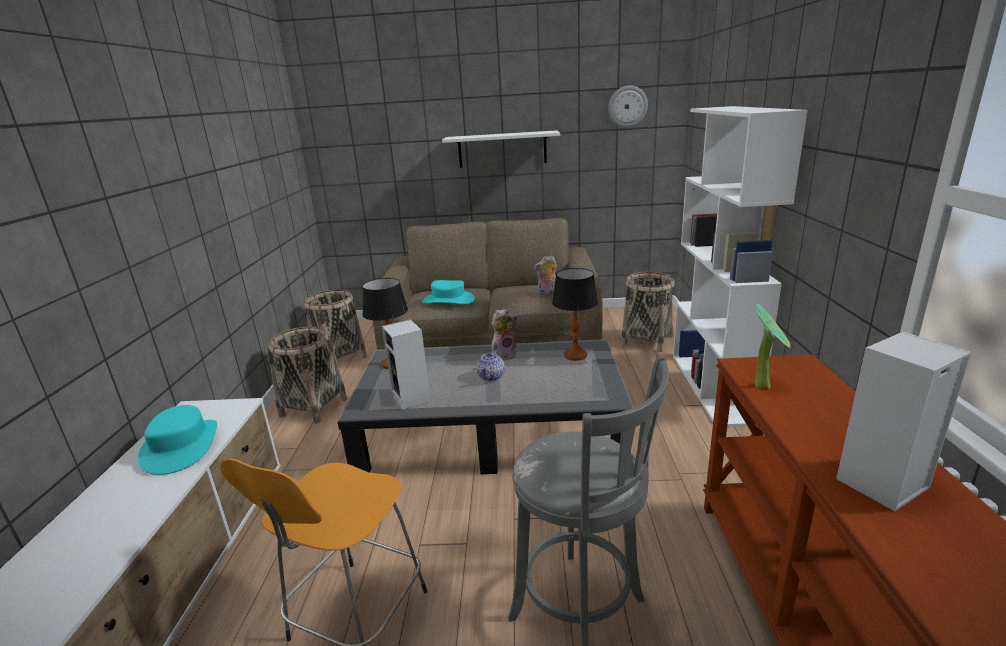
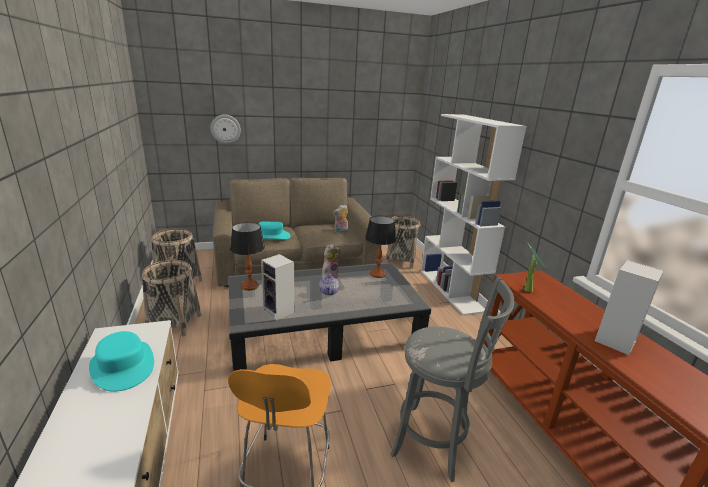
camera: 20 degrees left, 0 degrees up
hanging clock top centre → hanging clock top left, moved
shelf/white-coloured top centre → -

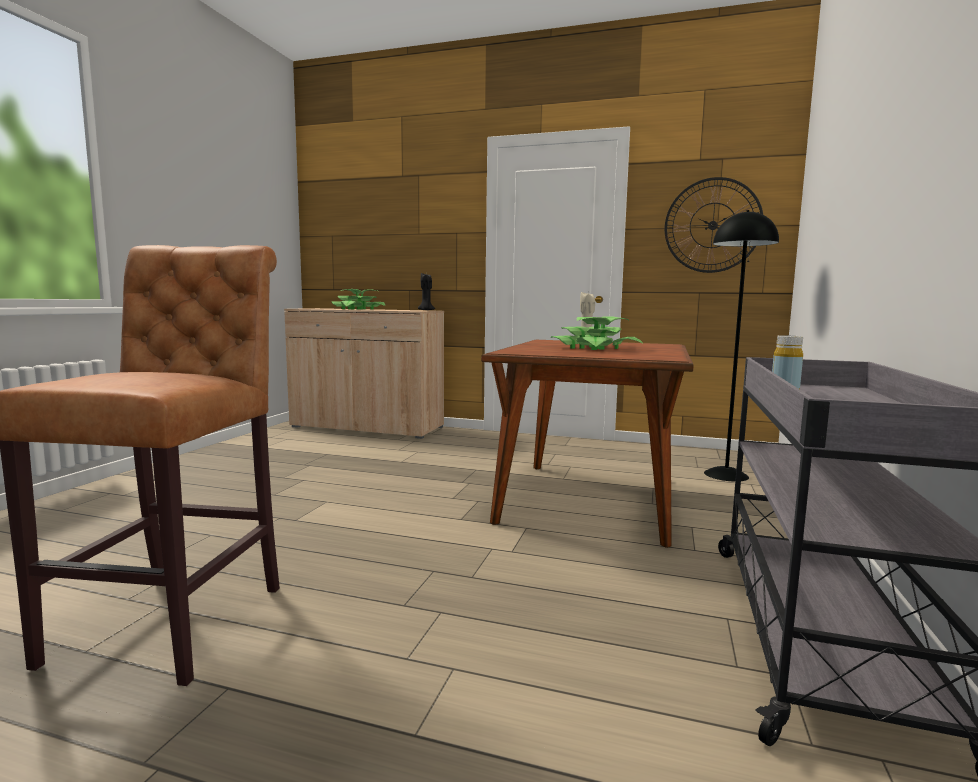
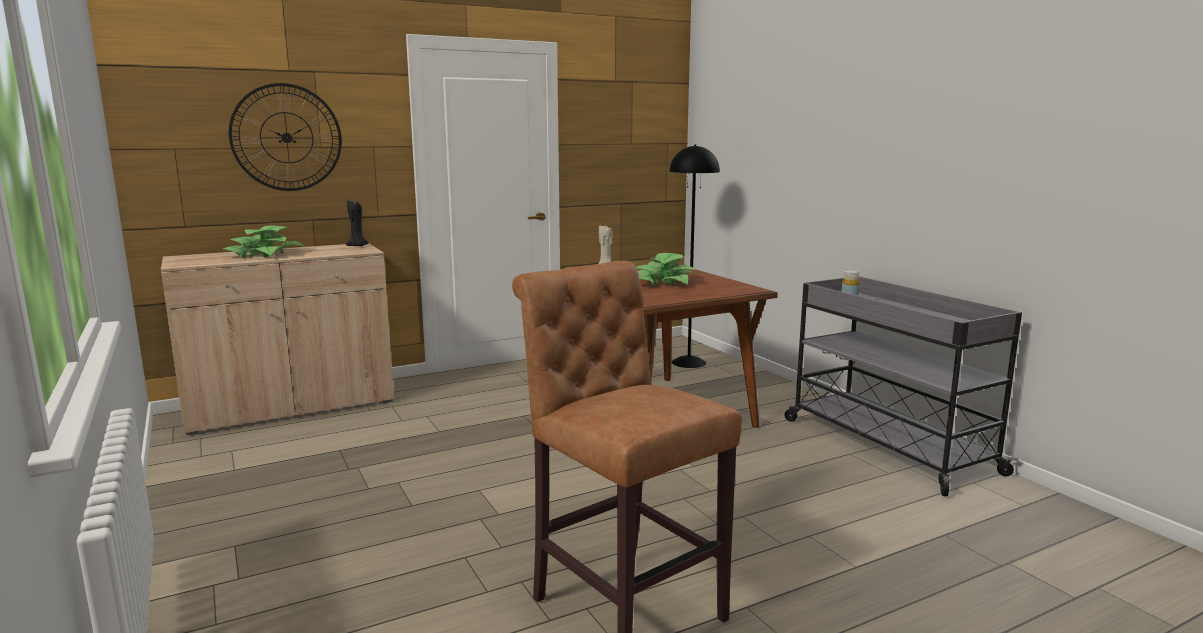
camera: 45 degrees left, 5 degrees up
hanging clock top right → hanging clock top left, moved

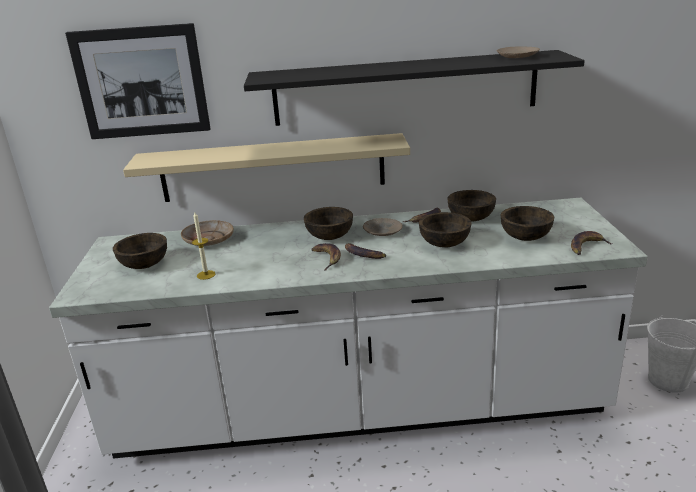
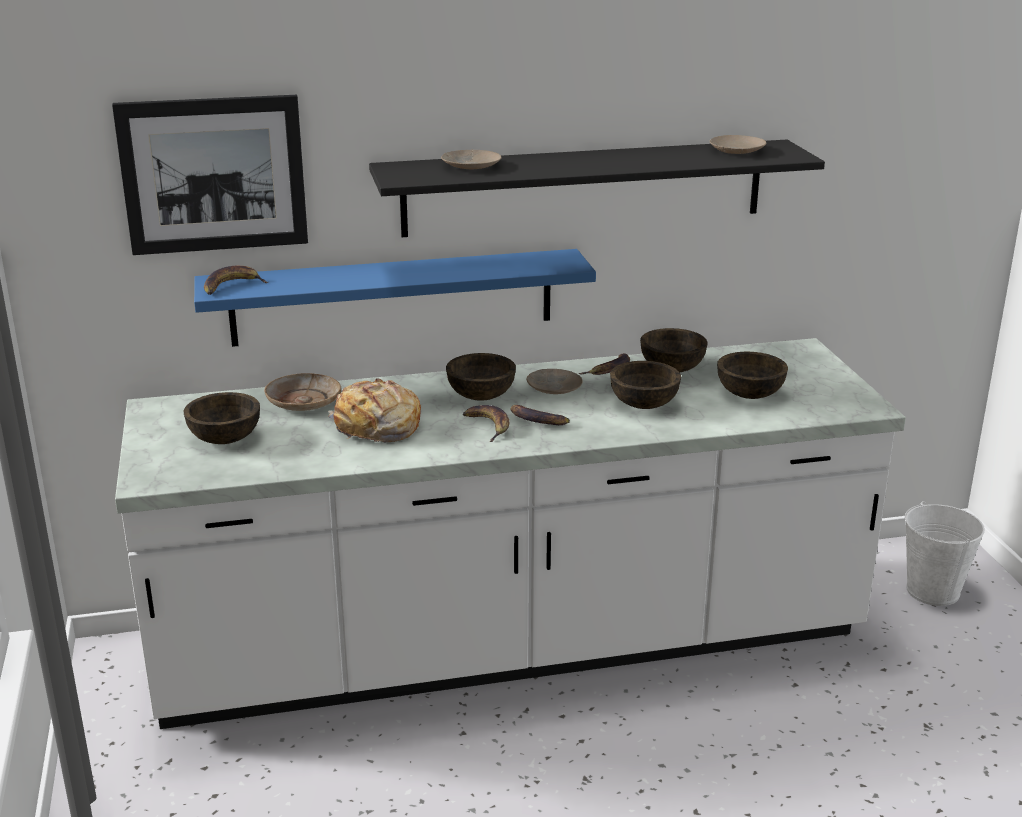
camera: 10 degrees left, 0 degrees up
shelf/beige centre → shelf/bluish centre
wax candle middle left → -
banana (4th from left in the first image) middle right → banana (1st from left) middle left, moved
- → dinner plate/beige (2nd from left) top centre
- → bread centre

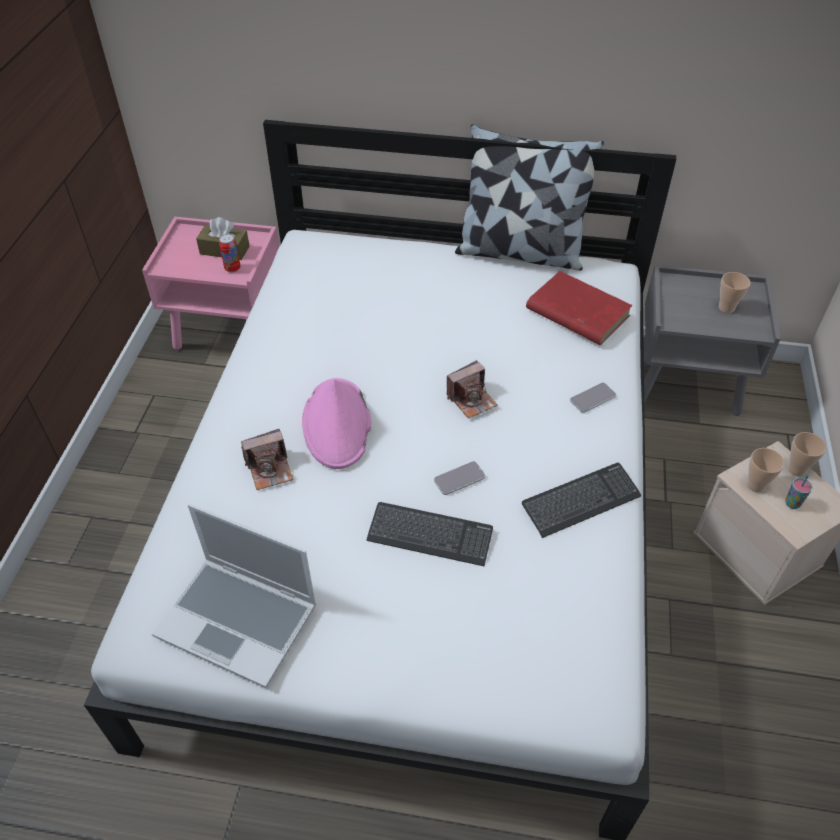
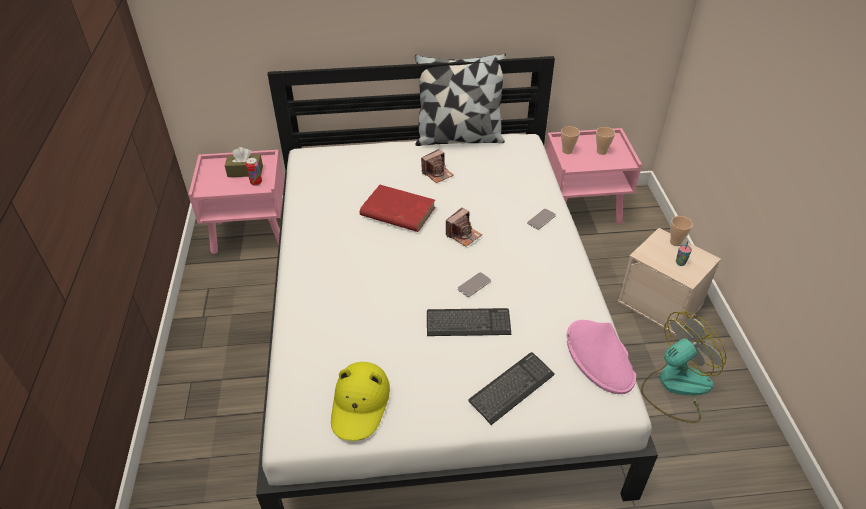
camera: 15 degrees left, 5 degrees down
nightstand/grey middle right → nightstand/pink (2nd from left) middle right
bound book/reddish middle right → bound book/reddish centre, moved
clothing hat/pink centre → clothing hat/pink bottom right, moved
still camera (1st from left) middle left → still camera (1st from left) top centre, moved
small cup (2nd from left in the first image) middle right → small cup (1st from left) top centre, moved
keyboard (2nd from left) middle right → keyboard (2nd from left) bottom centre, moved
laptop bottom left → clothing hat/yellow-coloured bottom centre
- → fan bottom right

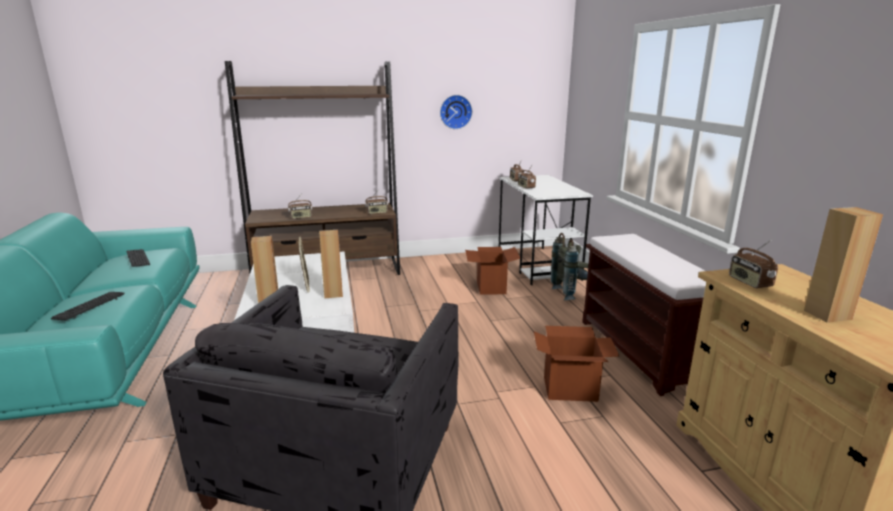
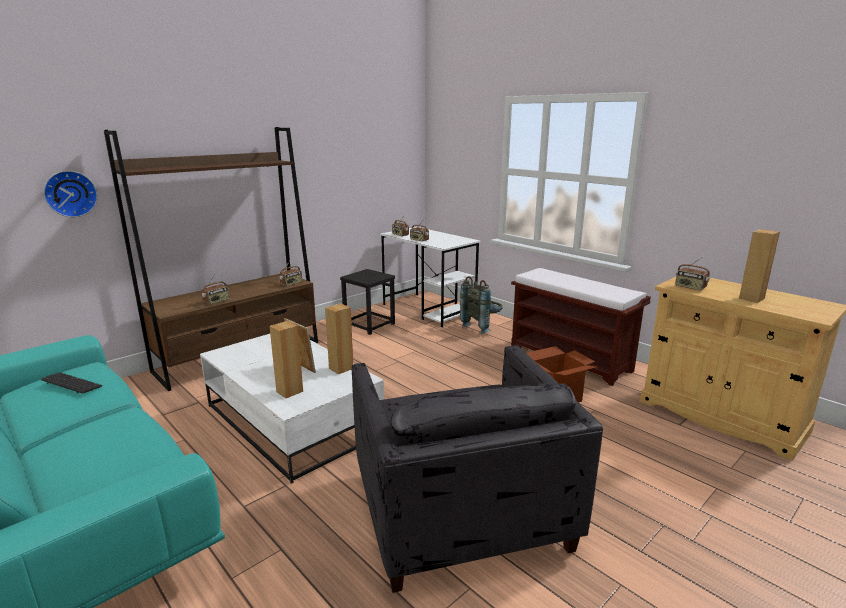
camera: 30 degrees left, 0 degrees up
hanging clock top centre → hanging clock top left, moved
carton (1st from left) centre → -
keyboard (1st from left) middle left → -
- → sitting stool/black-coloured centre

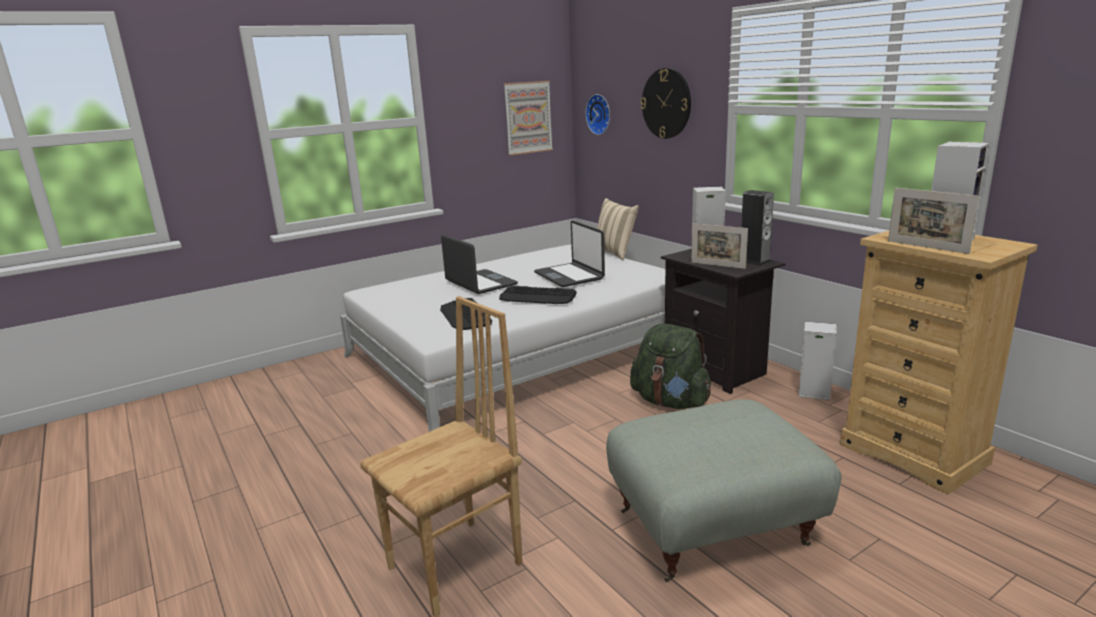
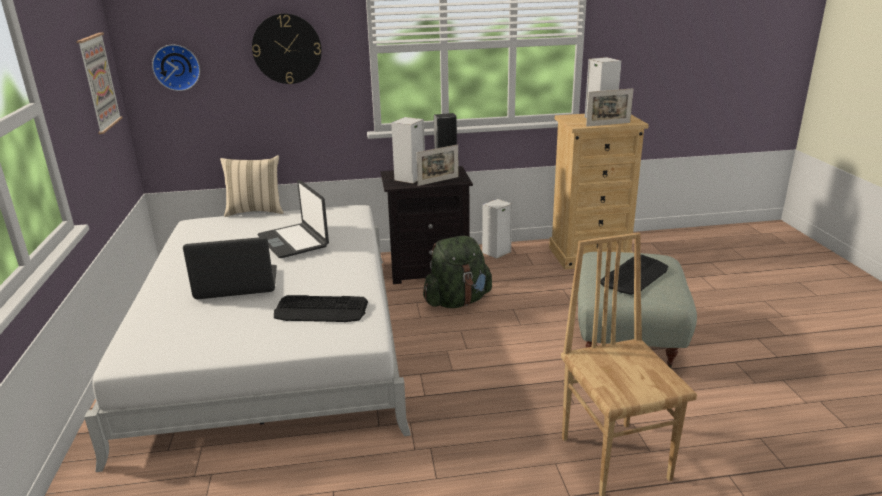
camera: 65 degrees left, 5 degrees up
laptop (2nd from left) centre → laptop (2nd from left) middle left, 60 degrees clockwise
keyboard (2nd from left) centre → keyboard (2nd from left) middle right, moved

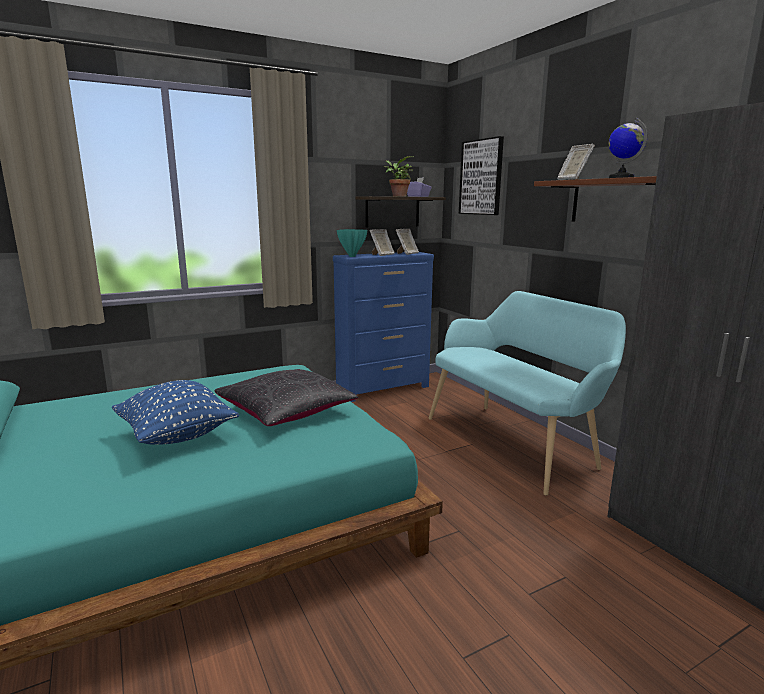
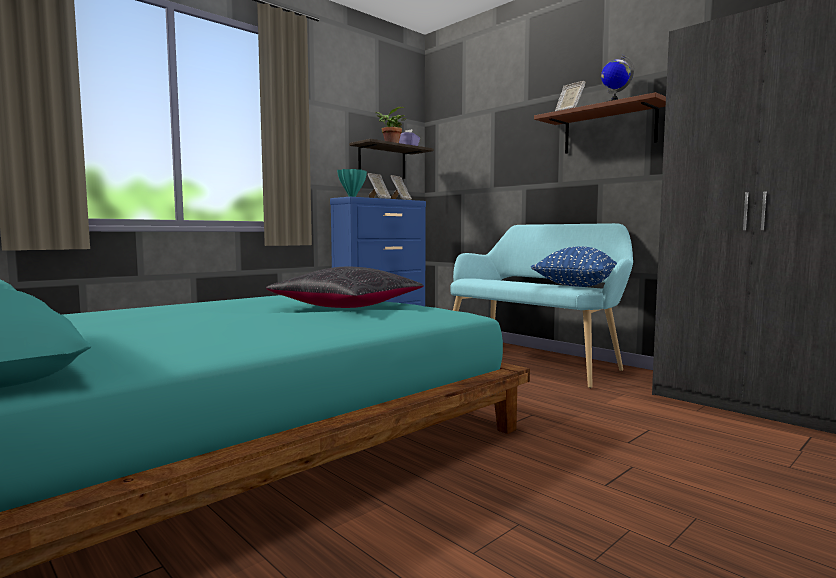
camera: 15 degrees left, 10 degrees down
picture top centre → -
cushion/bluish middle left → cushion/bluish middle right, moved

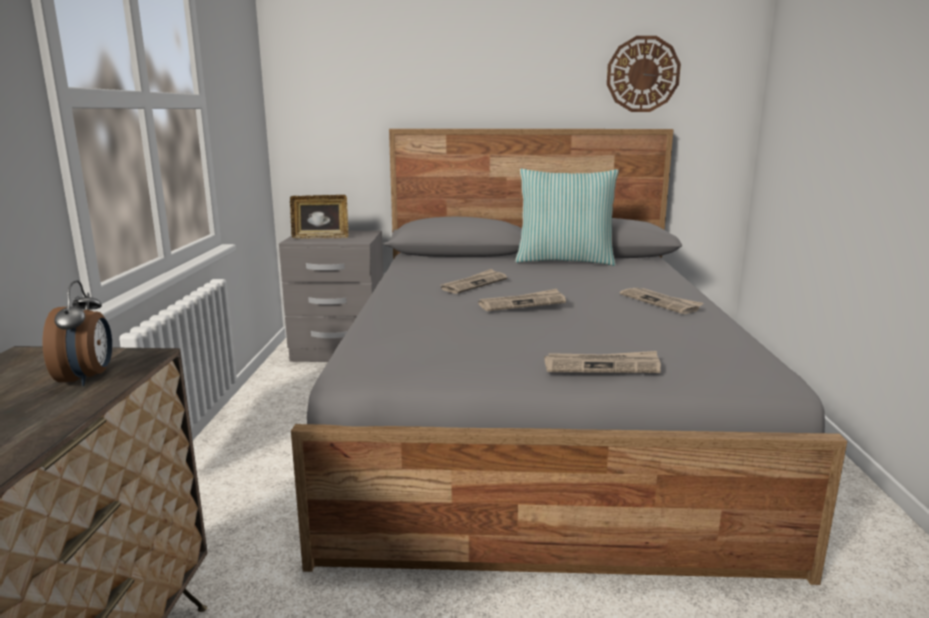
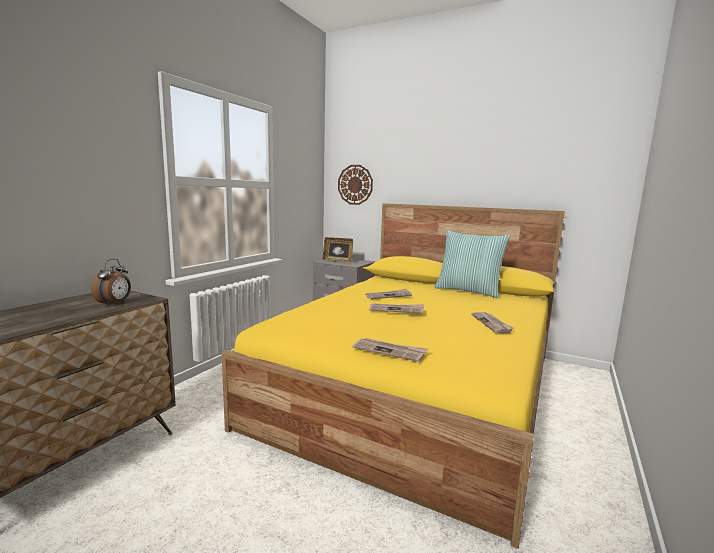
camera: 25 degrees right, 5 degrees down
hanging clock top right → hanging clock centre, moved
bed/grey centre → bed/yellow-coloured bottom centre

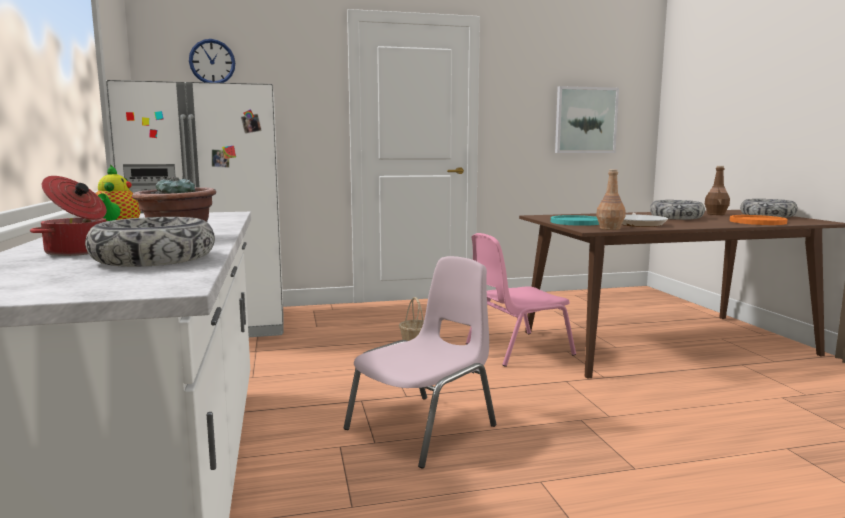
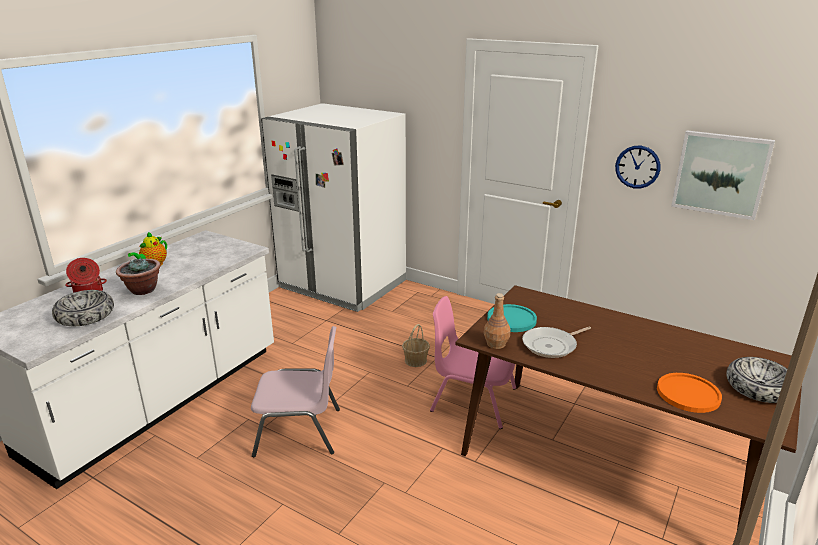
camera: 45 degrees right, 15 degrees up
hanging clock top left → hanging clock top right, moved
drink bottle/brown (2nd from left) middle right → -
deep dish (2nd from left) middle right → -

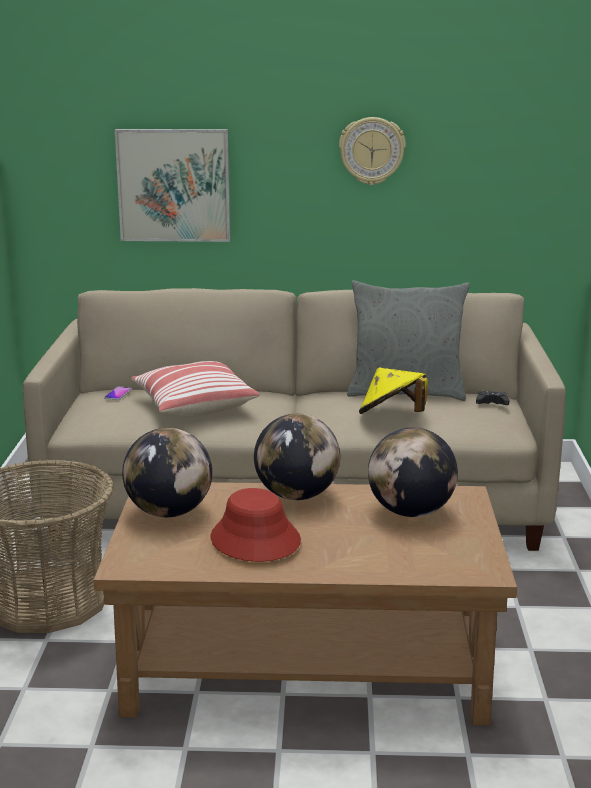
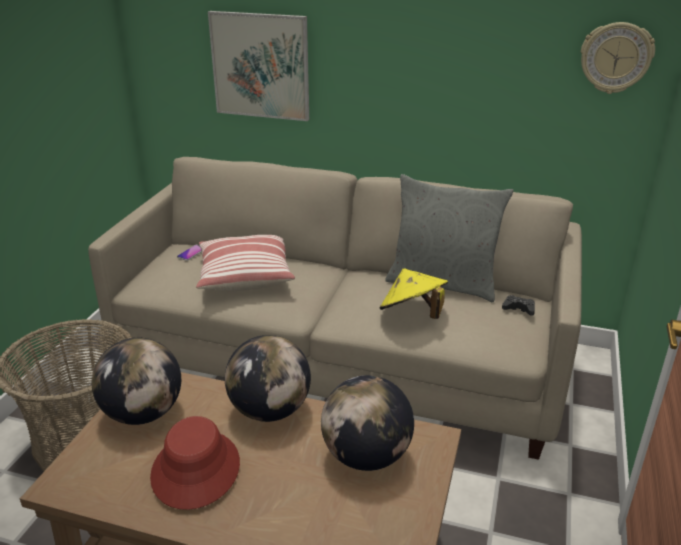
camera: 15 degrees right, 10 degrees up
hanging clock top centre → hanging clock top right, moved

